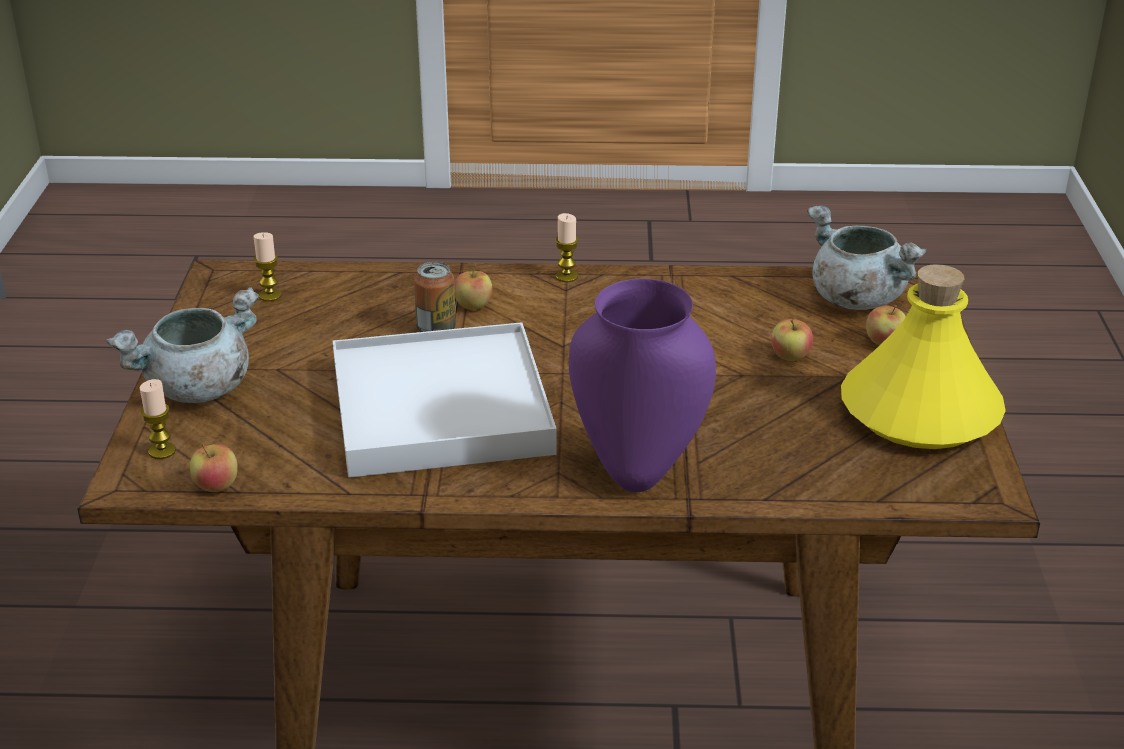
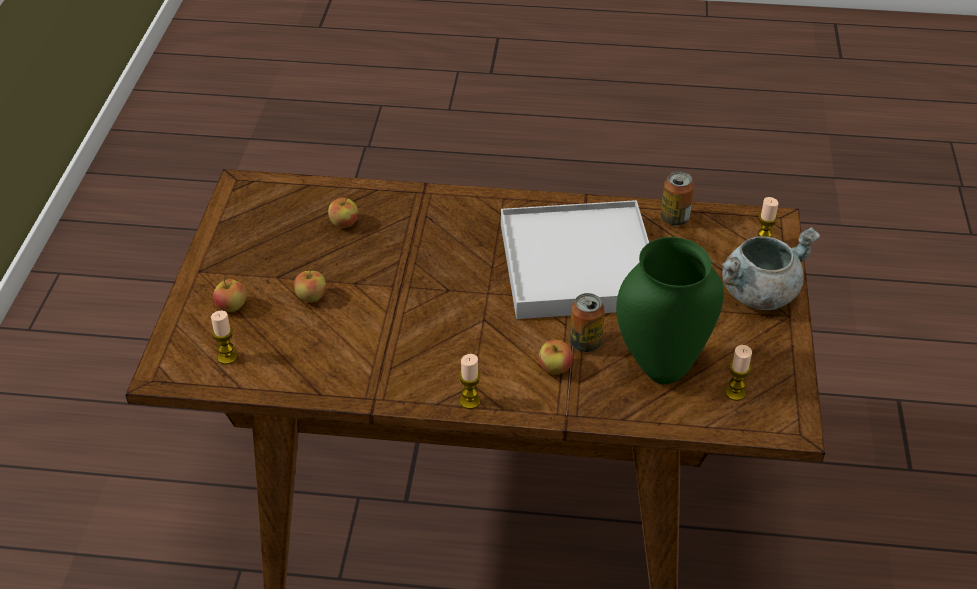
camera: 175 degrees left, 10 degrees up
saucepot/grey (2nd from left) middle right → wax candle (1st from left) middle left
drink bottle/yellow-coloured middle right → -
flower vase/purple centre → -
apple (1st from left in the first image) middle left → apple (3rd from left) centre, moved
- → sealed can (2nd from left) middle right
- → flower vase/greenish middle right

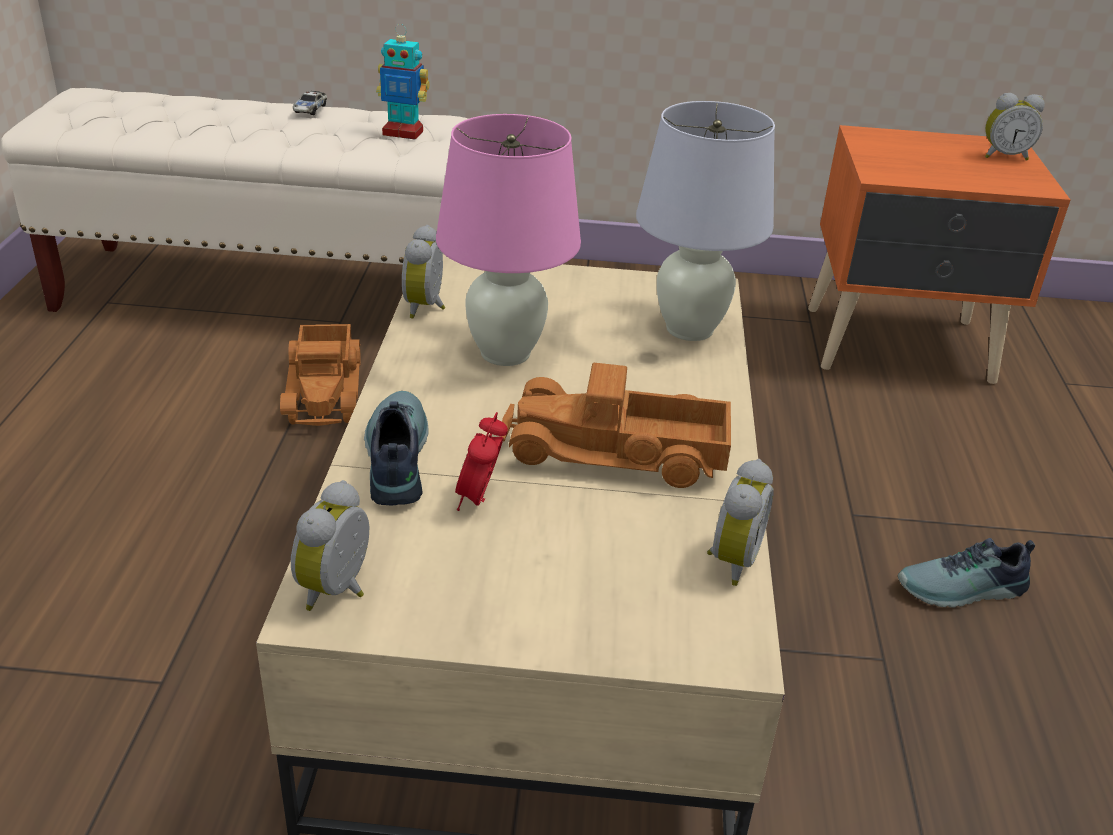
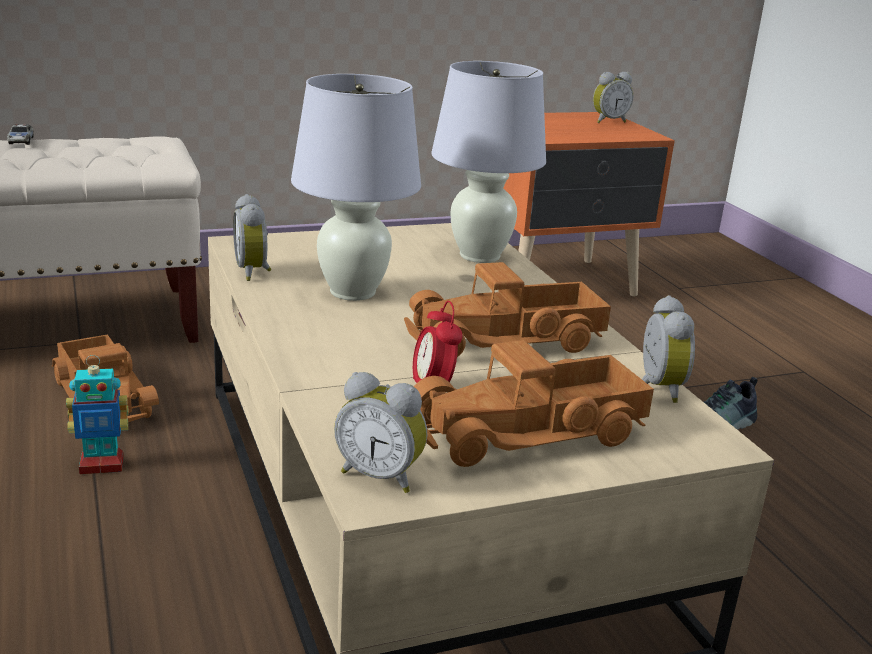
camera: 25 degrees left, 10 degrees down
model robot top centre → model robot middle left, moved
tabletop lamp/pink top centre → tabletop lamp/white-coloured (1st from left) top centre
low shoe (1st from left) centre → -
table clock (1st from left in the first image) middle left → table clock (2nd from left) centre, 60 degrees counterclockwise
- → toy lorry (3rd from left) centre

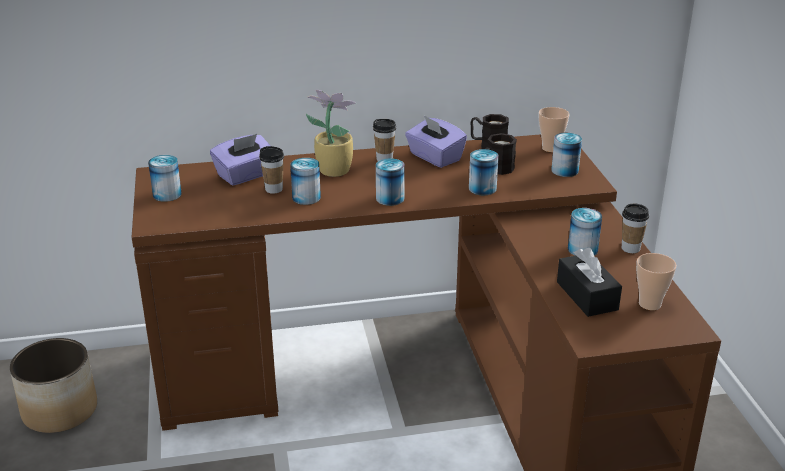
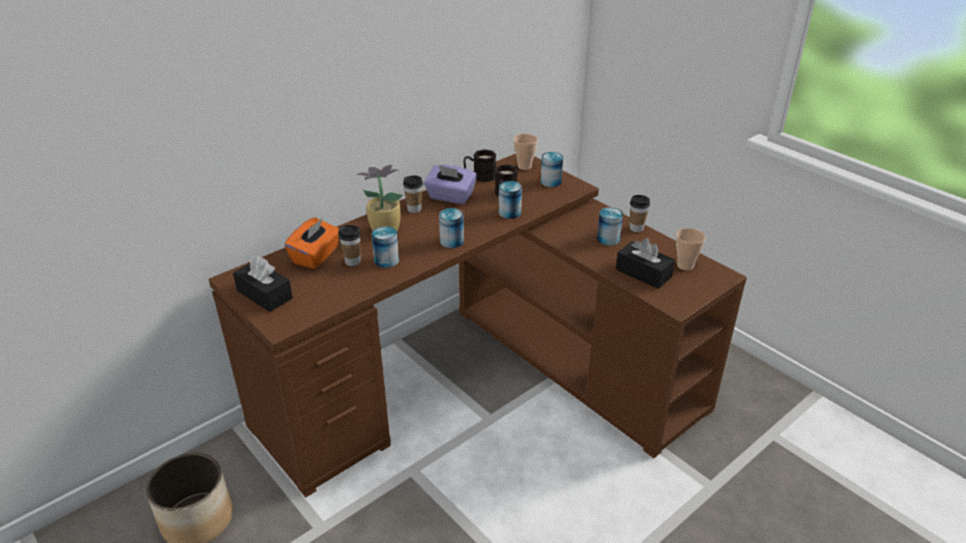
camera: 30 degrees left, 5 degrees up
tissue holder/purple (1st from left) middle left → tissue holder/orange middle left
sealed can (1st from left) middle left → tissue holder/black-coloured (1st from left) middle left

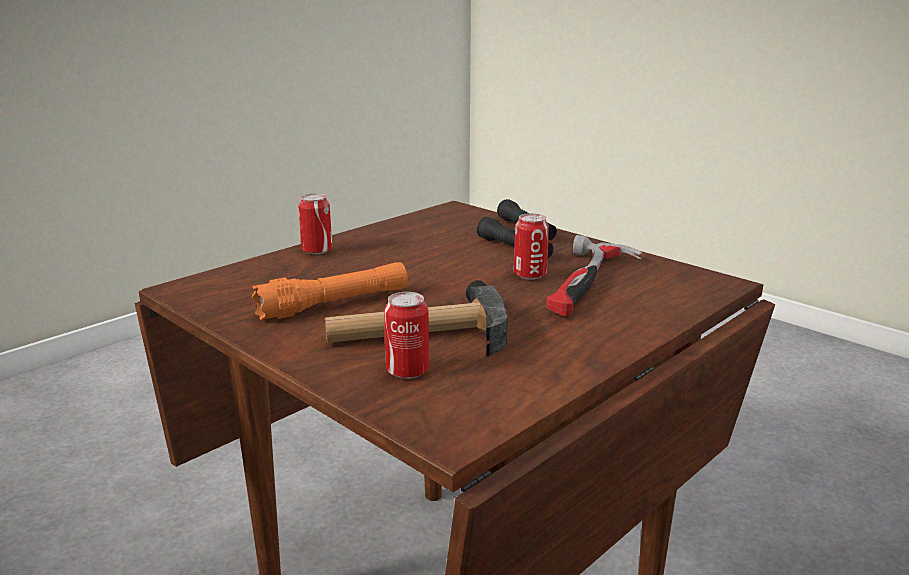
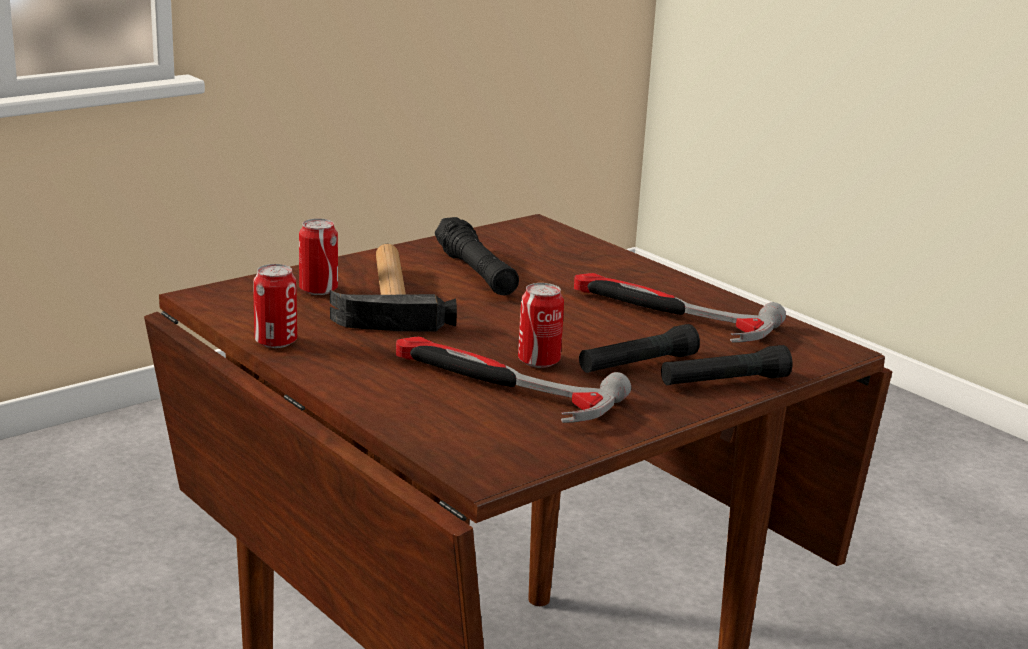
camera: 95 degrees right, 0 degrees up
sealed can (1st from left) centre → sealed can (1st from left) middle left, moved
torch/orange centre → torch/black-coloured (1st from left) centre
- → tool hammer (3rd from left) centre

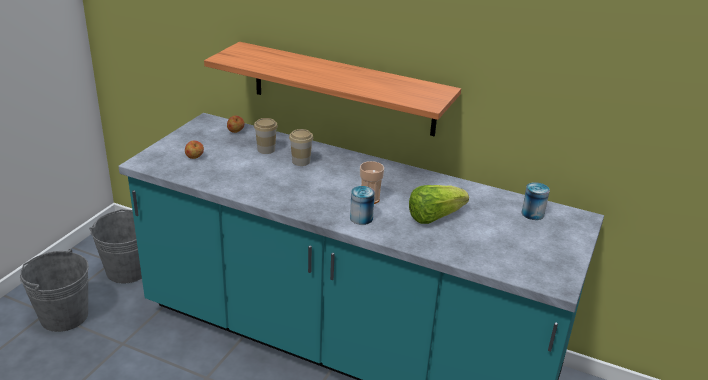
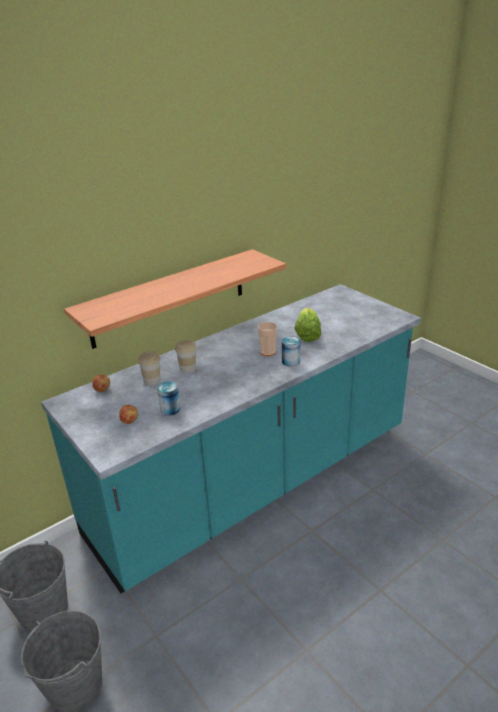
camera: 60 degrees left, 0 degrees up
sealed can (2nd from left in the first image) middle right → sealed can (1st from left) centre, moved

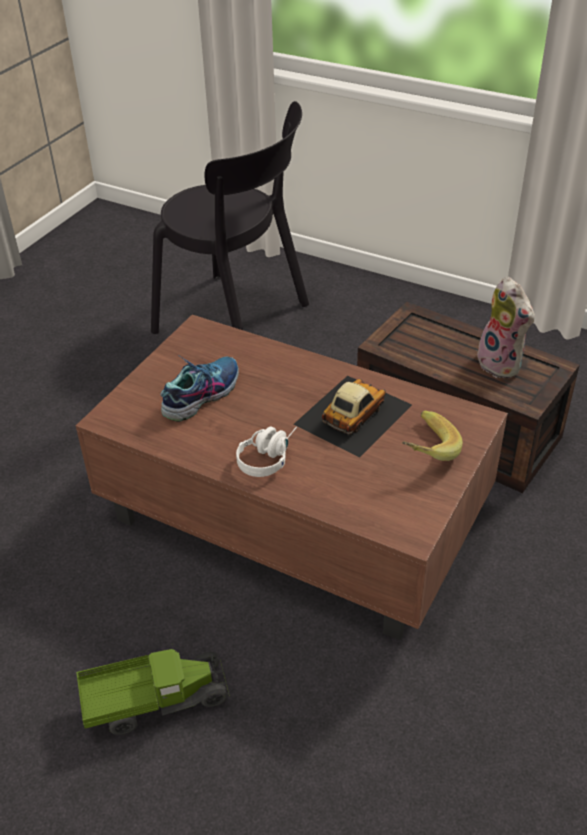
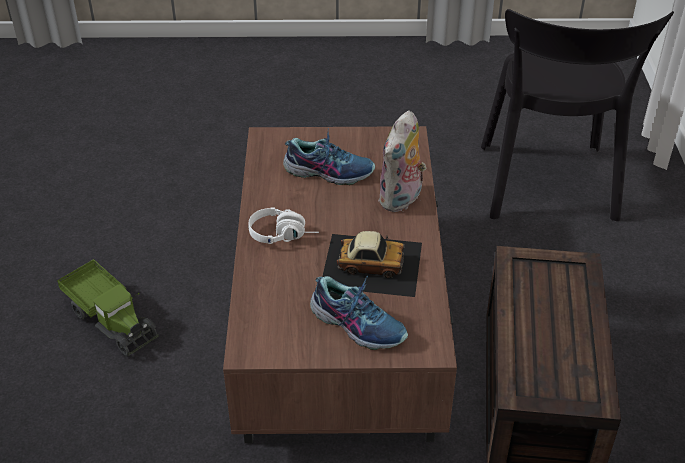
camera: 60 degrees right, 0 degrees up
cuddly toy middle right → cuddly toy centre, moved
banana middle right → low shoe (2nd from left) bottom centre

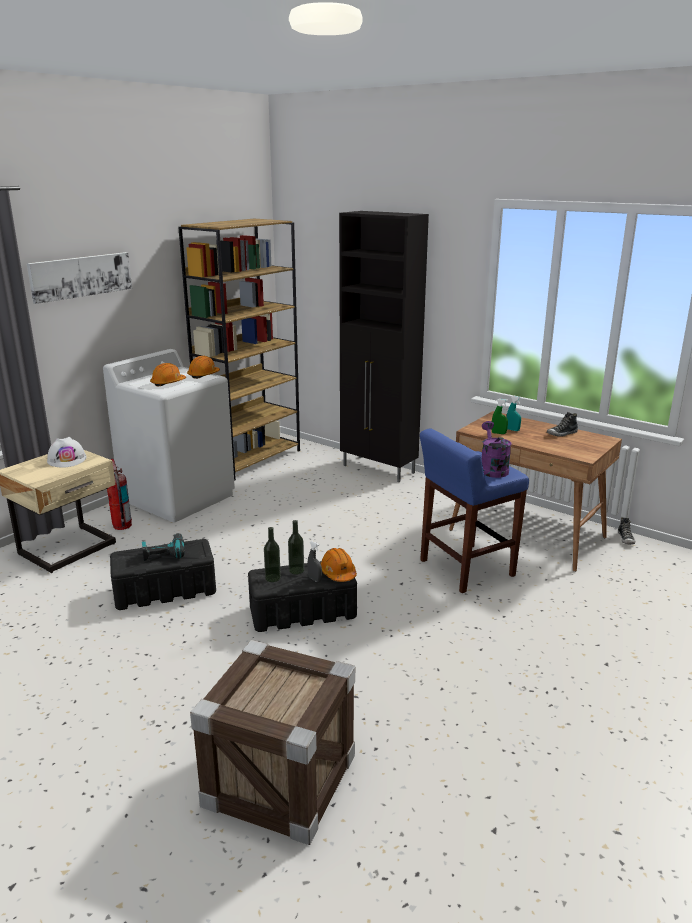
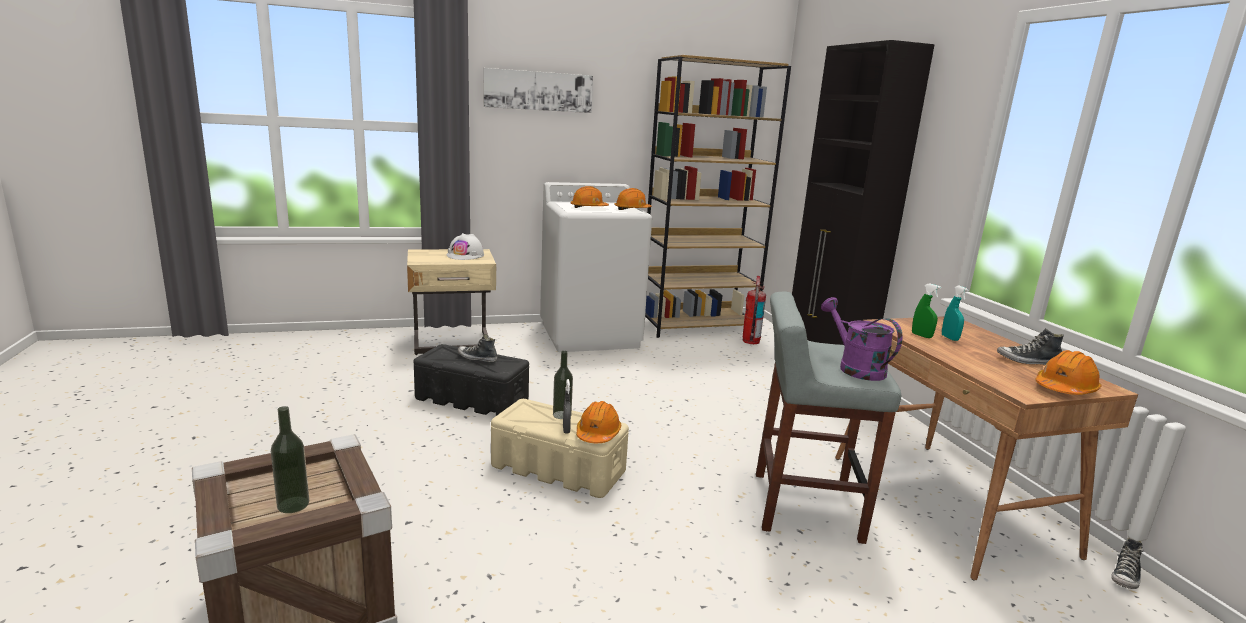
camera: 35 degrees right, 5 degrees down
sprinkling can/purple middle right, 60 degrees counterclockwise
sitting stool/bluish middle right → sitting stool/grey bottom centre
fire-fighting cylinder middle left → fire-fighting cylinder centre, moved
drink bottle (1st from left) centre → drink bottle (1st from left) bottom left, moved
drill middle left → low shoe (1st from left) centre
storage bin/black-coloured (2nd from left) centre → storage bin/beige bottom centre
- → hard hat/orange (4th from left) middle right

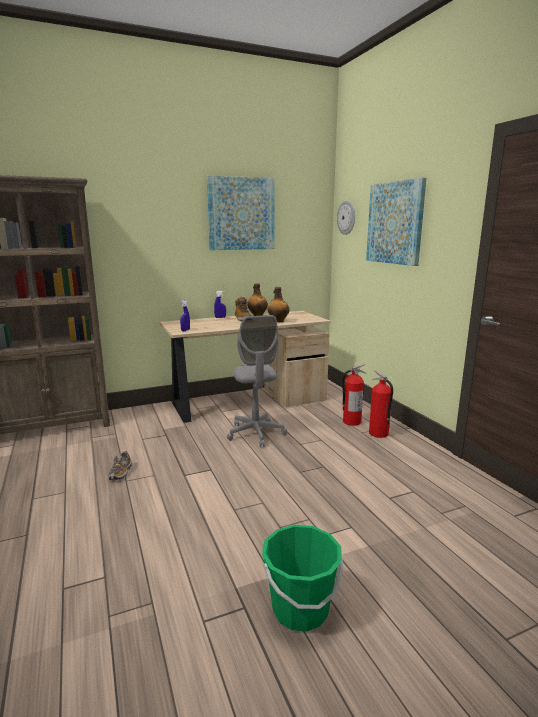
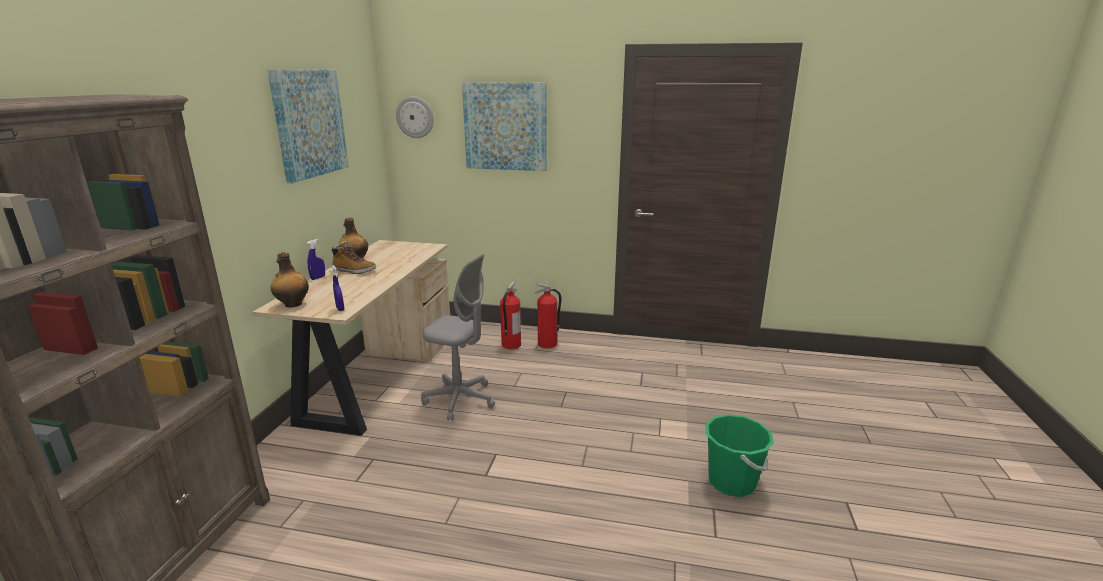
camera: 55 degrees left, 5 degrees up
drink bottle (2nd from left in the first image) centre → drink bottle (1st from left) middle left, moved
low shoe middle left → -

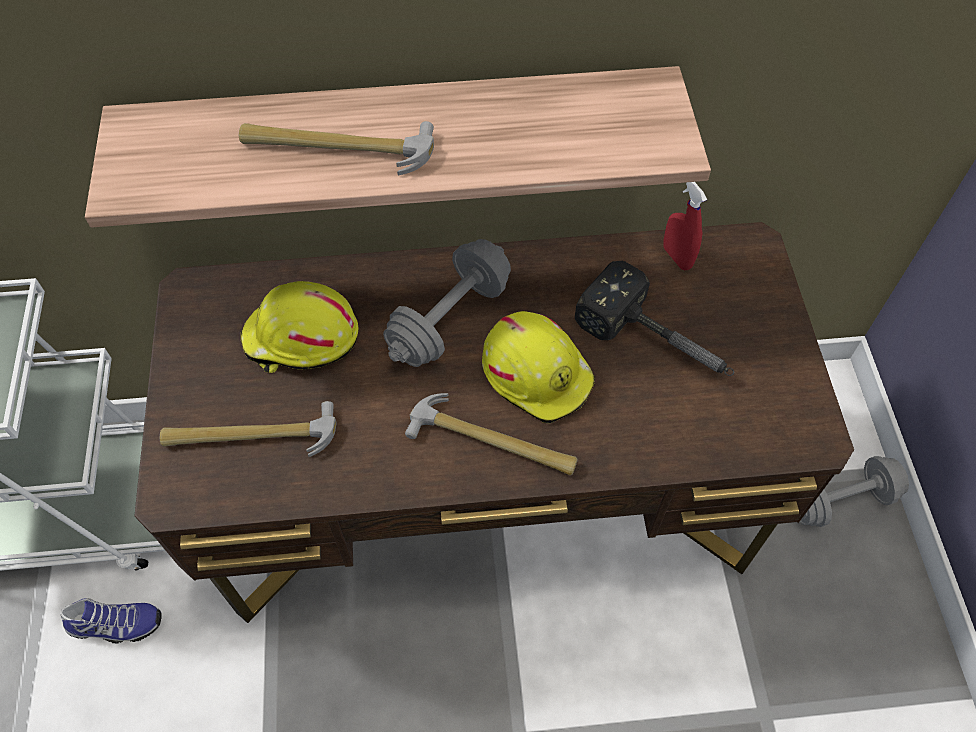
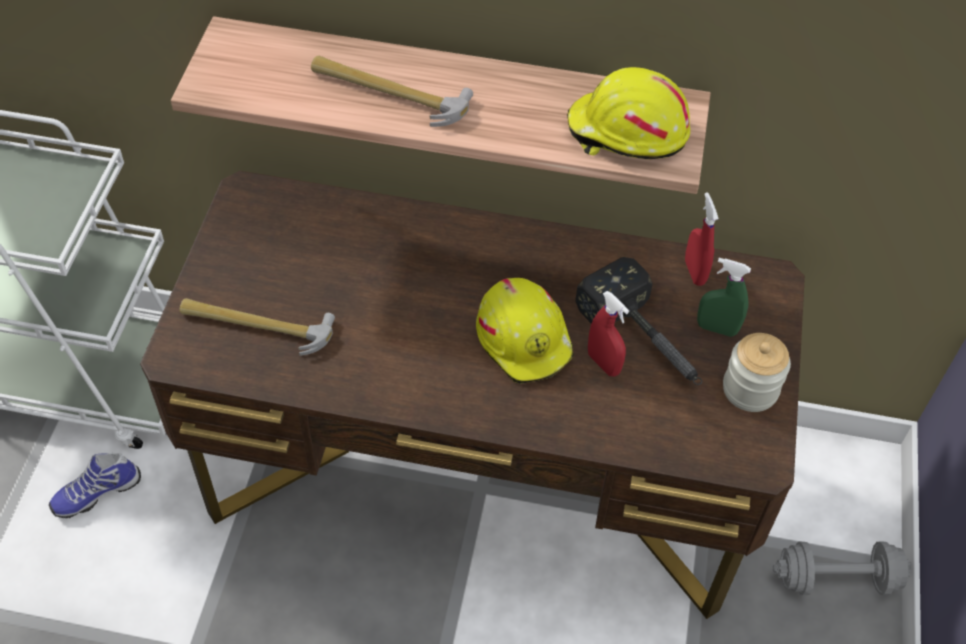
camera: 15 degrees right, 5 degrees down
hand weight/grey (1st from left) centre → -
hard hat/yellow-coloured (1st from left in the first image) middle left → hard hat/yellow-coloured (2nd from left) top centre, moved
tool hammer (3rd from left) centre → -
low shoe bottom left, 135 degrees clockwise
- → spray bottle/greenish middle right
- → spray bottle/reddish (1st from left) centre
- → preserve jar middle right

